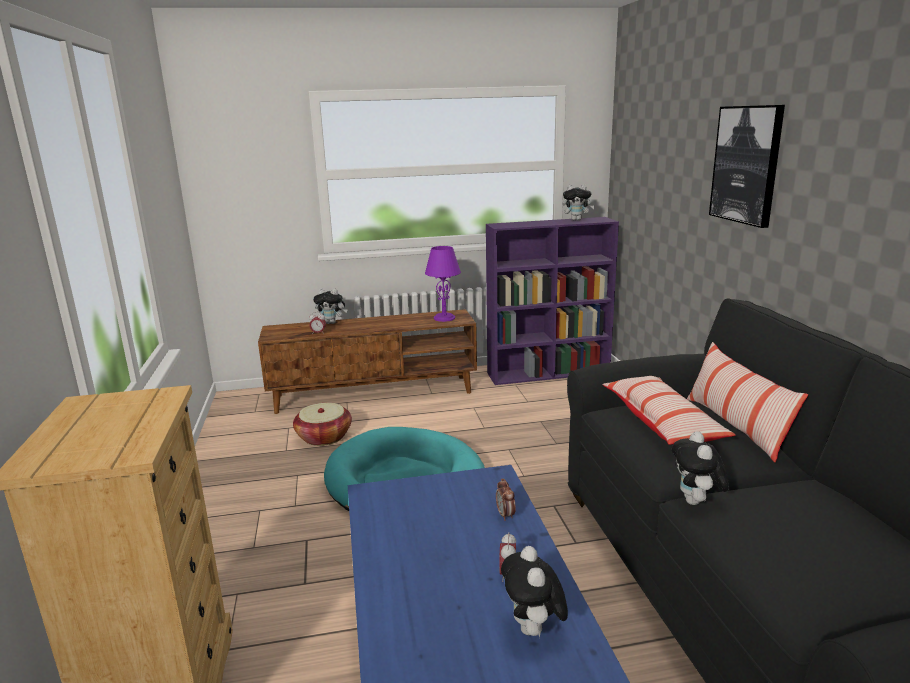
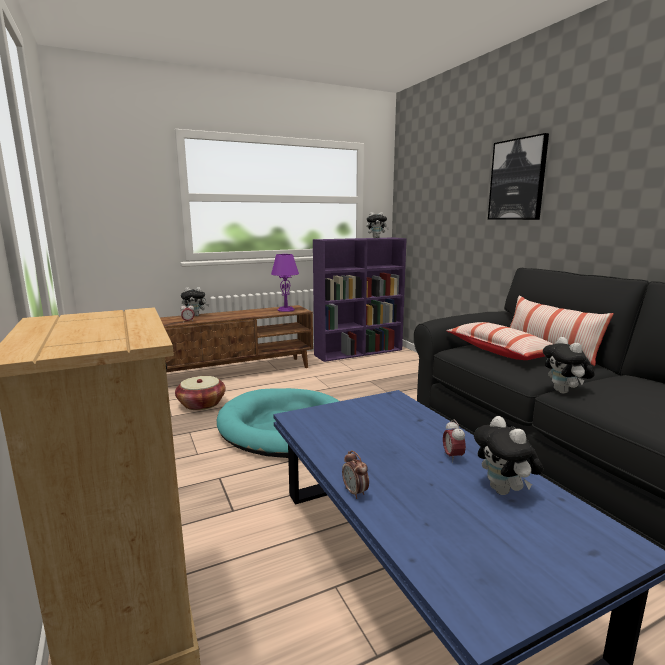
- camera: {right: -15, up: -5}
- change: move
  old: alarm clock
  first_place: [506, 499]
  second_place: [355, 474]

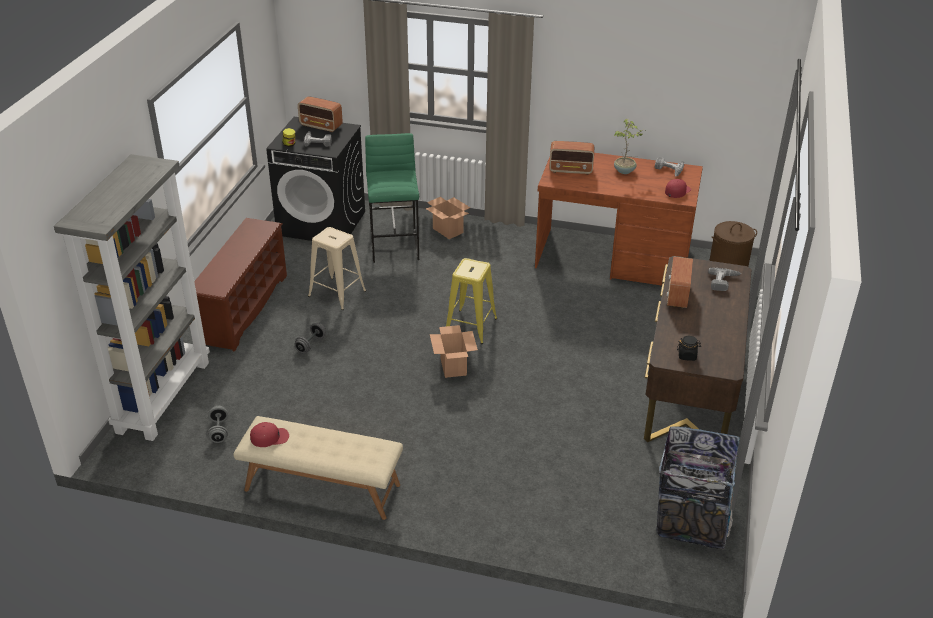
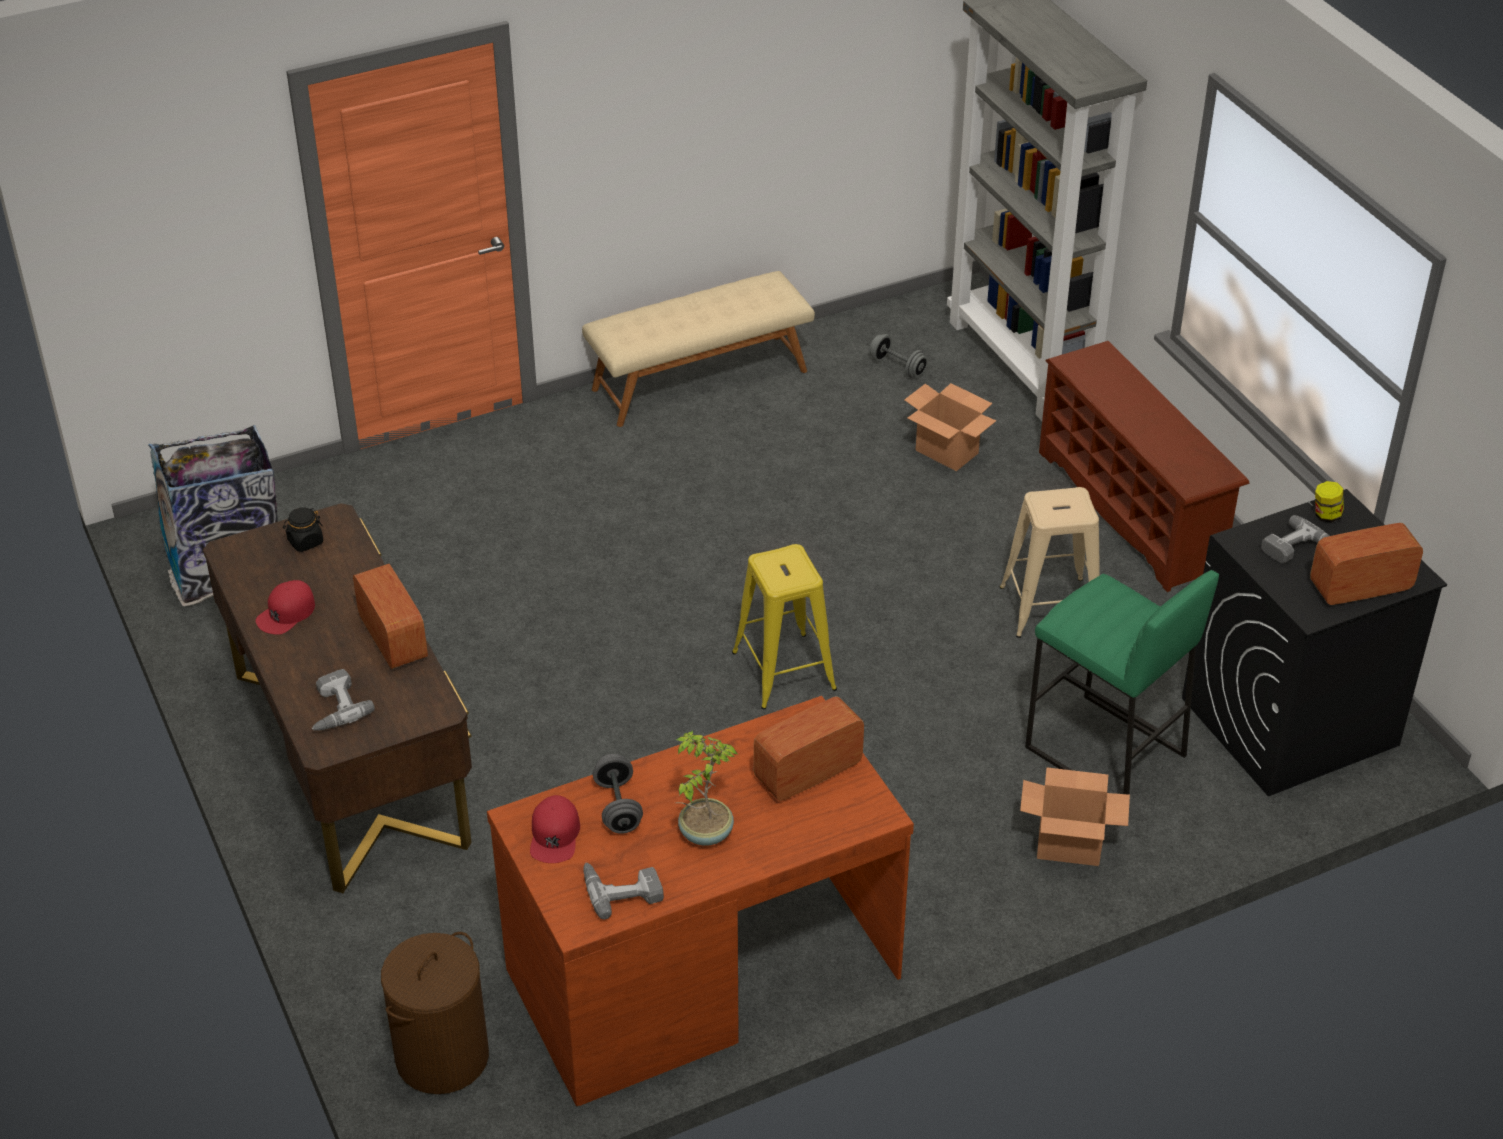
- camera: {right: 140, up: 5}
- change: move
  old: reddish baseball cap
  first_place: [269, 434]
  second_place: [285, 607]
- change: move
  old: greyish free weight
  first_place: [310, 338]
  second_place: [618, 794]
- change: move
  old: carton
  first_place: [454, 351]
  second_place: [950, 427]

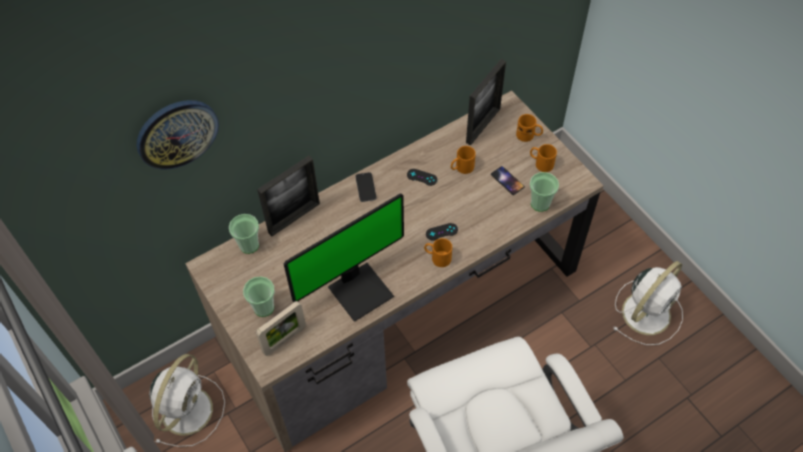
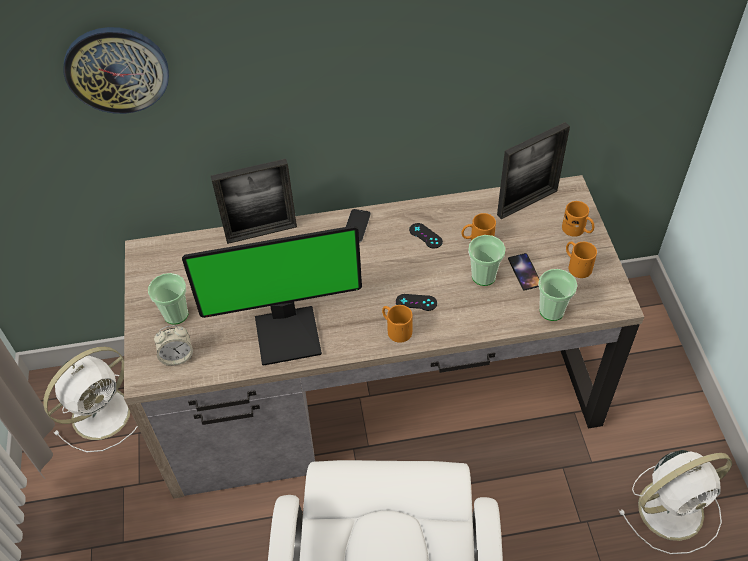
- camera: {right: 25, up: -5}
- change: move
  old: small cup
  first_place: [244, 234]
  second_place: [487, 260]
- change: replace
  old: photo frame
  new: alarm clock
  first_place: [281, 328]
  second_place: [173, 345]

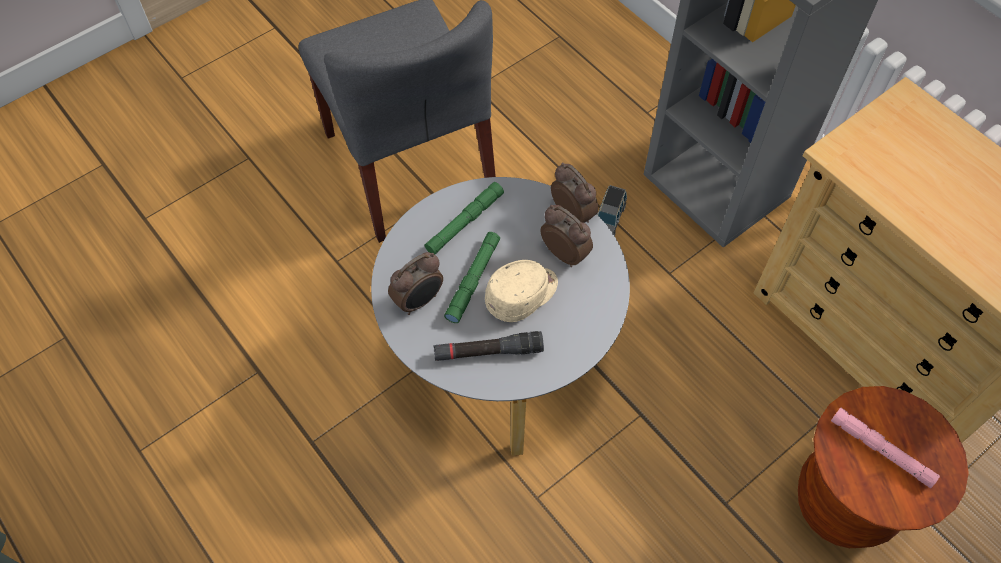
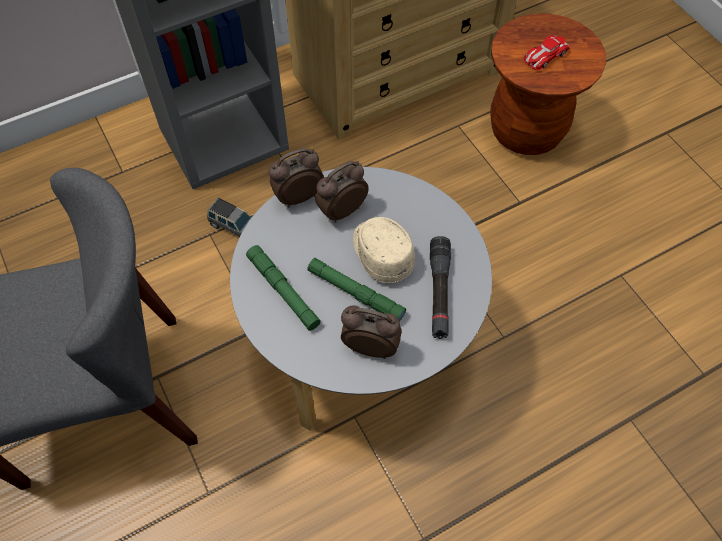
- camera: {right: -80, up: 0}
- change: replace
  old: pinkish torch
  new: miniature car
  first_place: [885, 448]
  second_place: [547, 52]
- change: rotate
  old: alarm clock
  first_place: [415, 283]
  second_place: [371, 332]
  degrees: -45

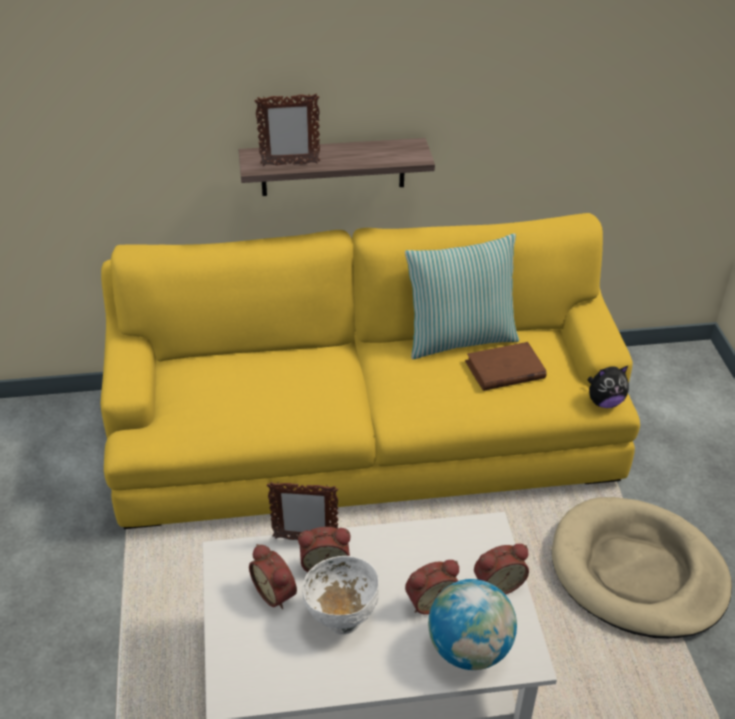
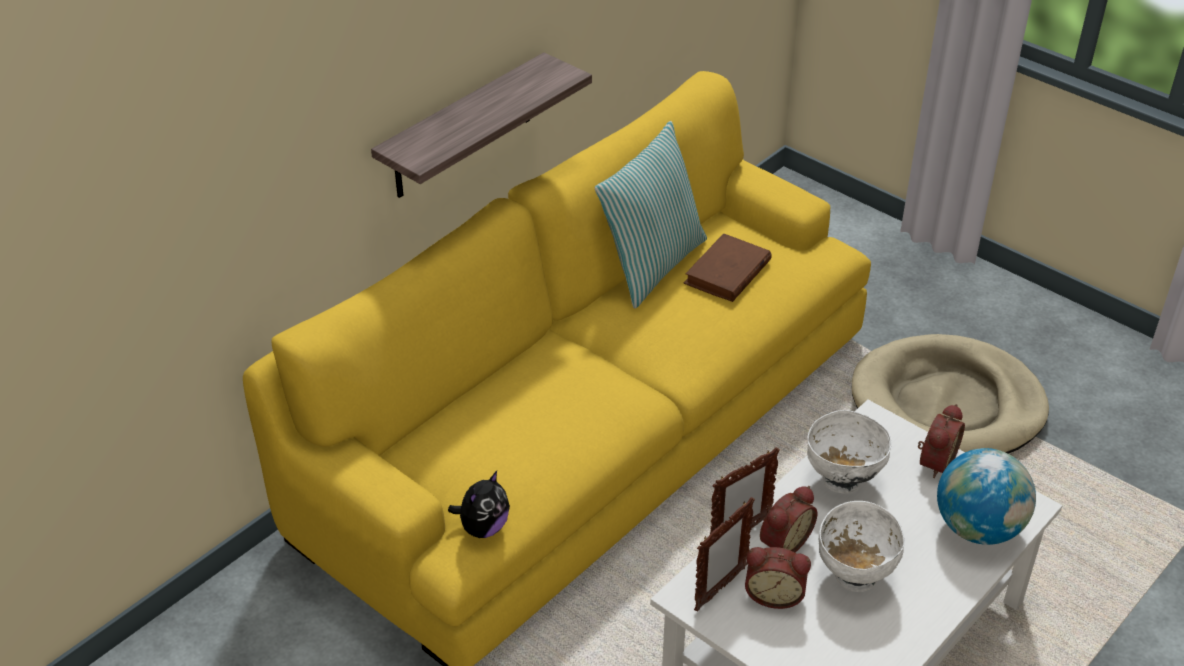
- camera: {right: -40, up: 0}
- change: delete
  old: alarm clock
  first_place: [432, 587]
- change: insert
  new: white-coloured bowl
  second_place: [849, 452]
- change: move
  old: photo frame
  first_place: [287, 129]
  second_place: [724, 554]
- change: move
  old: cuddly toy
  first_place: [608, 387]
  second_place: [479, 504]

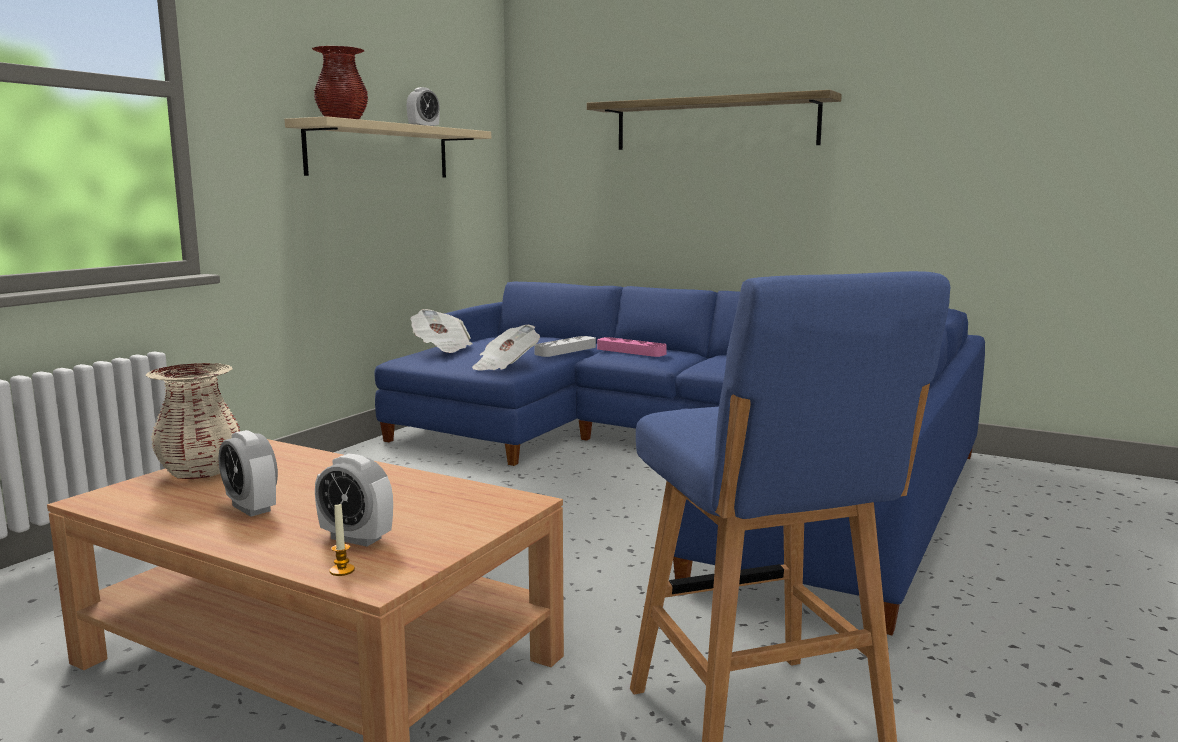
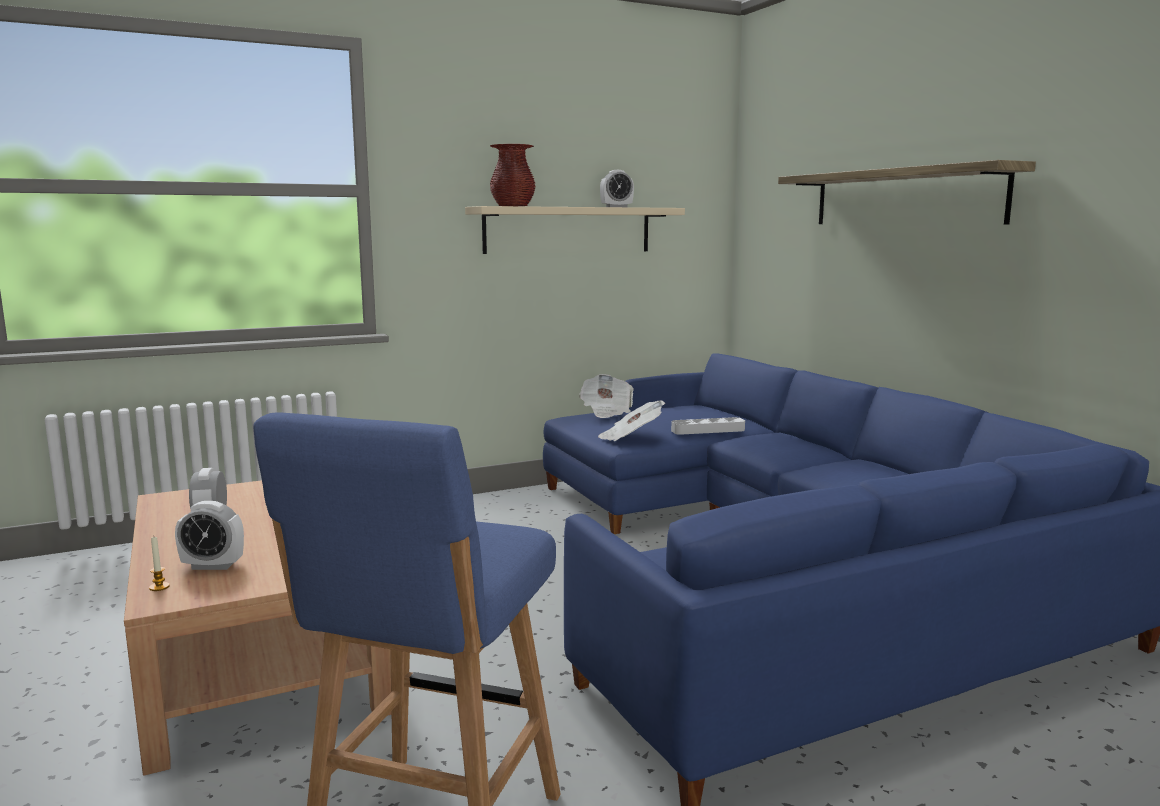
- camera: {right: 35, up: 0}
- change: delete
  old: beige vase
  first_place: [193, 421]
- change: delete
  old: pinkish carrying tray
  first_place: [632, 347]
- change: rotate
  old: alarm clock
  first_place: [354, 500]
  second_place: [209, 535]
  degrees: -60

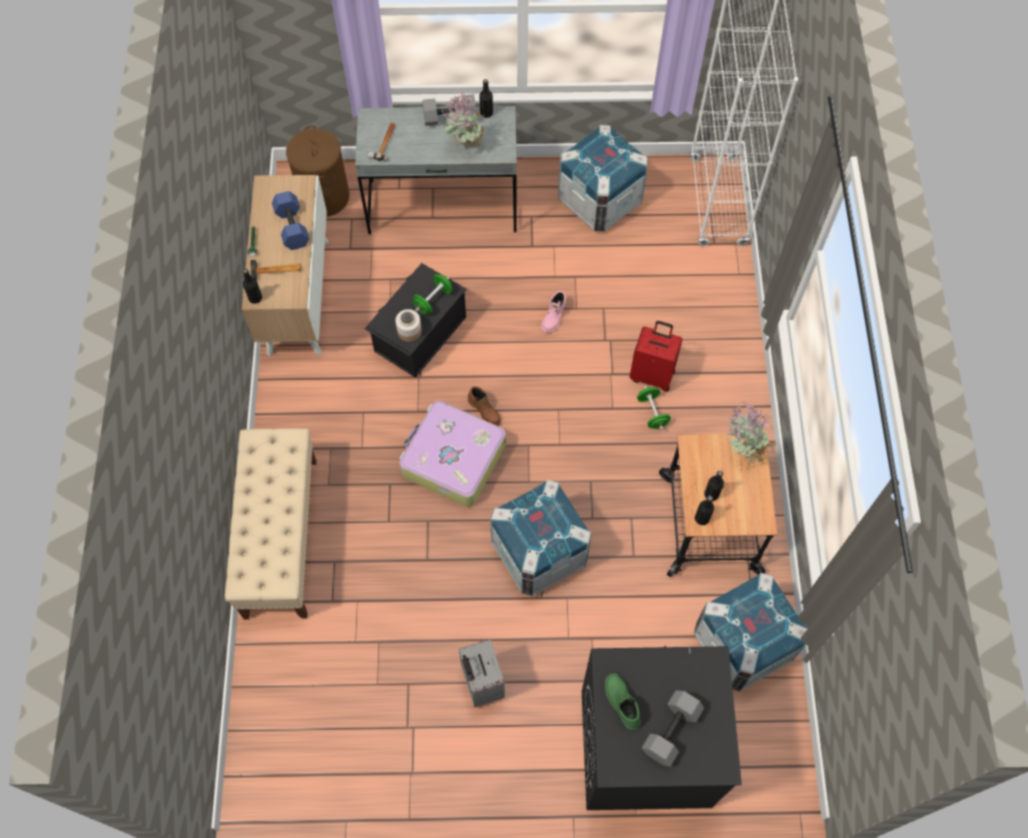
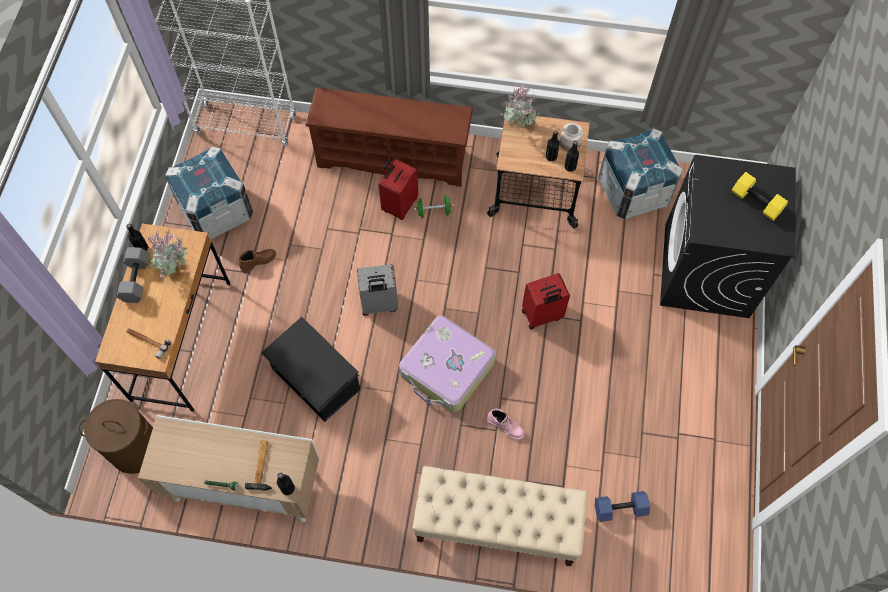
- camera: {right: -80, up: 0}
- change: delete
  old: greenish free weight
  first_place: [433, 294]
- change: delete
  old: greenish tall boot
  first_place: [623, 702]
- change: insert
  new: brown-coloured shoe stand
  second_place: [389, 137]
- change: move
  old: bluish free weight
  first_place: [290, 220]
  second_place: [622, 506]
- change: move
  old: preserve jar
  first_place: [408, 325]
  second_place: [571, 137]
- change: move
  old: greyish piece of luggage
  first_place: [482, 673]
  second_place: [378, 290]
- change: move
  old: brown-coloured tall boot
  first_place: [484, 406]
  second_place: [257, 261]
- change: move
  old: pinkish tall boot
  first_place: [553, 312]
  second_place: [505, 424]
- change: replace
  old: shipping crate
  new: reddish piece of luggage
  first_place: [541, 538]
  second_place: [546, 301]
- change: recolor
  old: greyish desk unit
  new: brown-coloured desk unit
  first_place: [436, 170]
  second_place: [162, 317]
- change: recolor
  old: greyish free weight
  new: yellow-coloured free weight
  first_place: [673, 728]
  second_place: [760, 196]

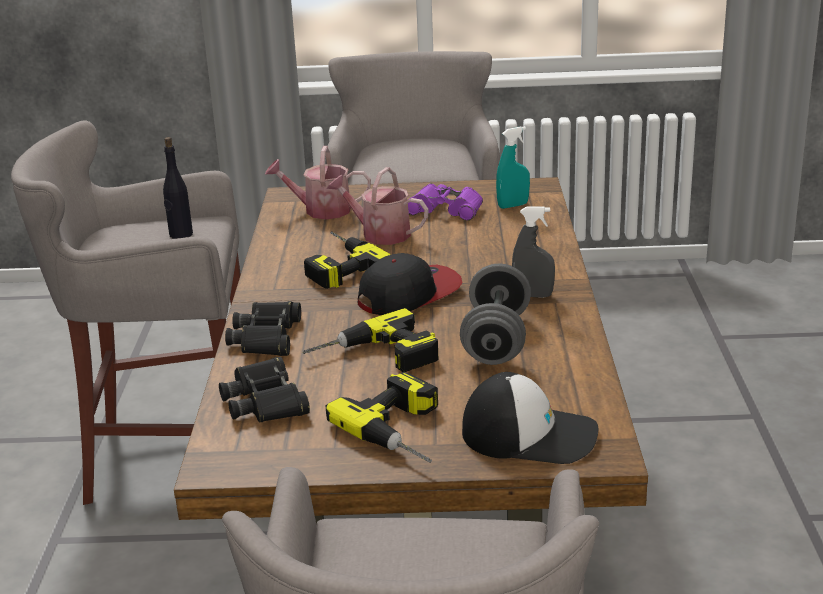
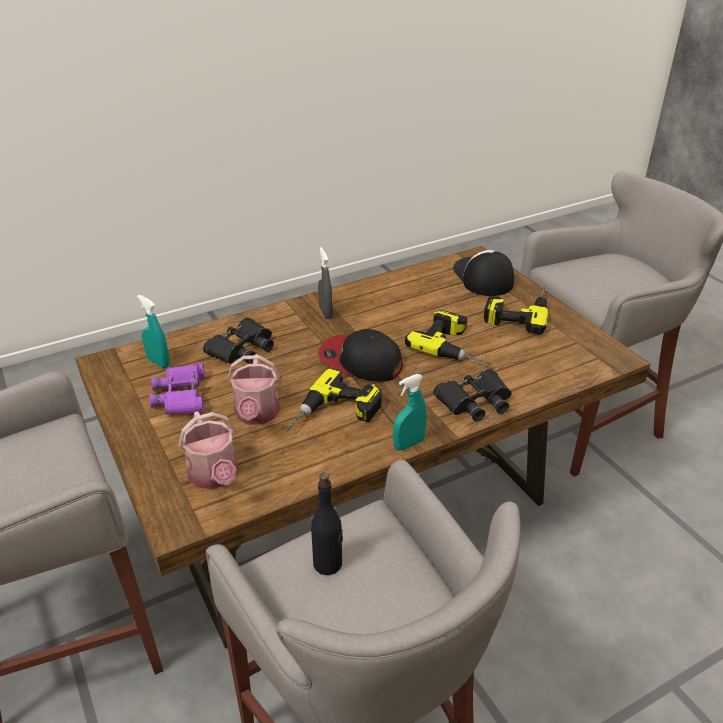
- camera: {right: -120, up: 10}
- change: delete
  old: greyish free weight
  first_place: [495, 314]
- change: insert
  new: turquoise-coloured sprayer
  second_place: [410, 412]
- change: move
  old: black-coloured pair of binoculars
  first_place: [264, 389]
  second_place: [238, 340]

